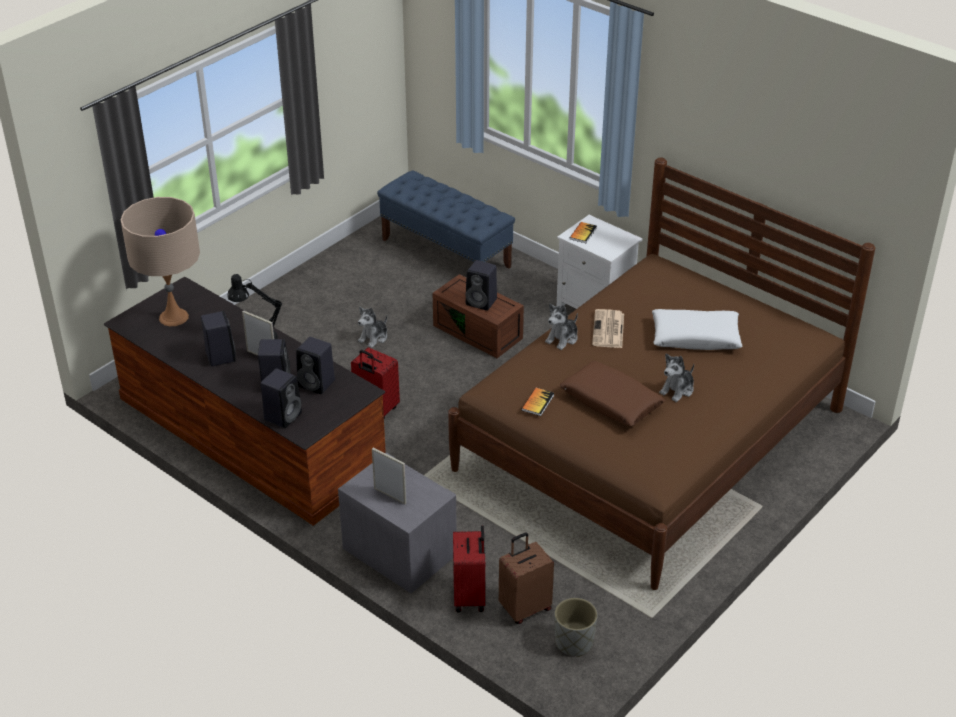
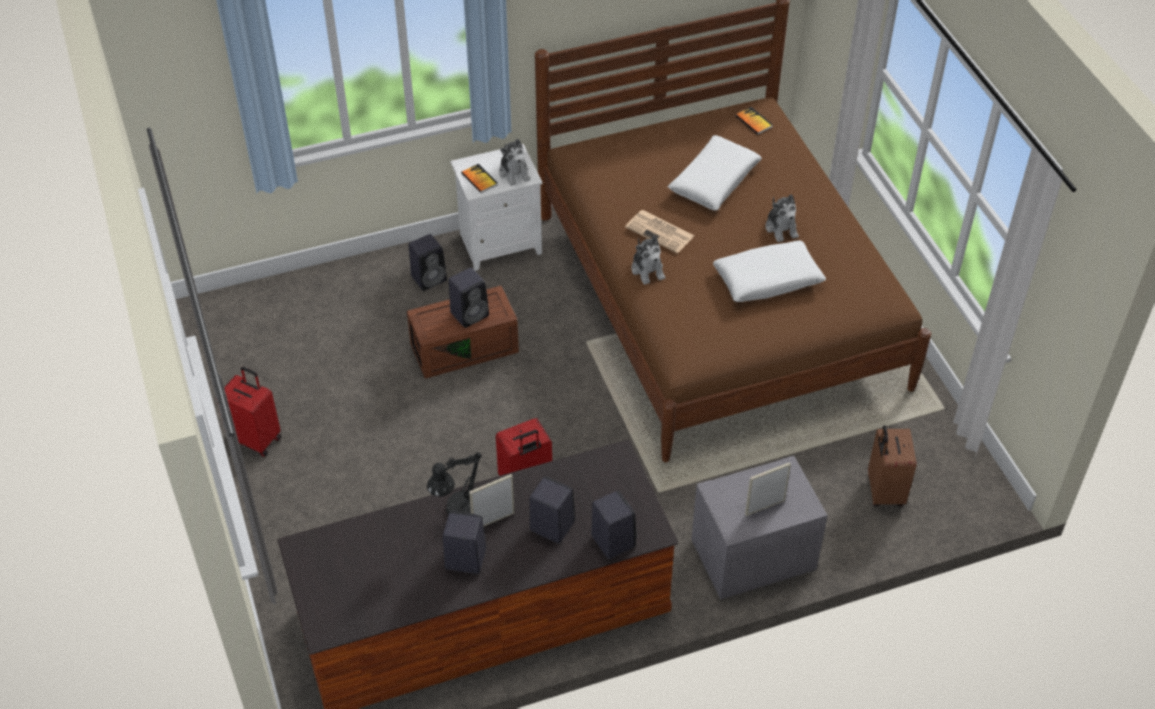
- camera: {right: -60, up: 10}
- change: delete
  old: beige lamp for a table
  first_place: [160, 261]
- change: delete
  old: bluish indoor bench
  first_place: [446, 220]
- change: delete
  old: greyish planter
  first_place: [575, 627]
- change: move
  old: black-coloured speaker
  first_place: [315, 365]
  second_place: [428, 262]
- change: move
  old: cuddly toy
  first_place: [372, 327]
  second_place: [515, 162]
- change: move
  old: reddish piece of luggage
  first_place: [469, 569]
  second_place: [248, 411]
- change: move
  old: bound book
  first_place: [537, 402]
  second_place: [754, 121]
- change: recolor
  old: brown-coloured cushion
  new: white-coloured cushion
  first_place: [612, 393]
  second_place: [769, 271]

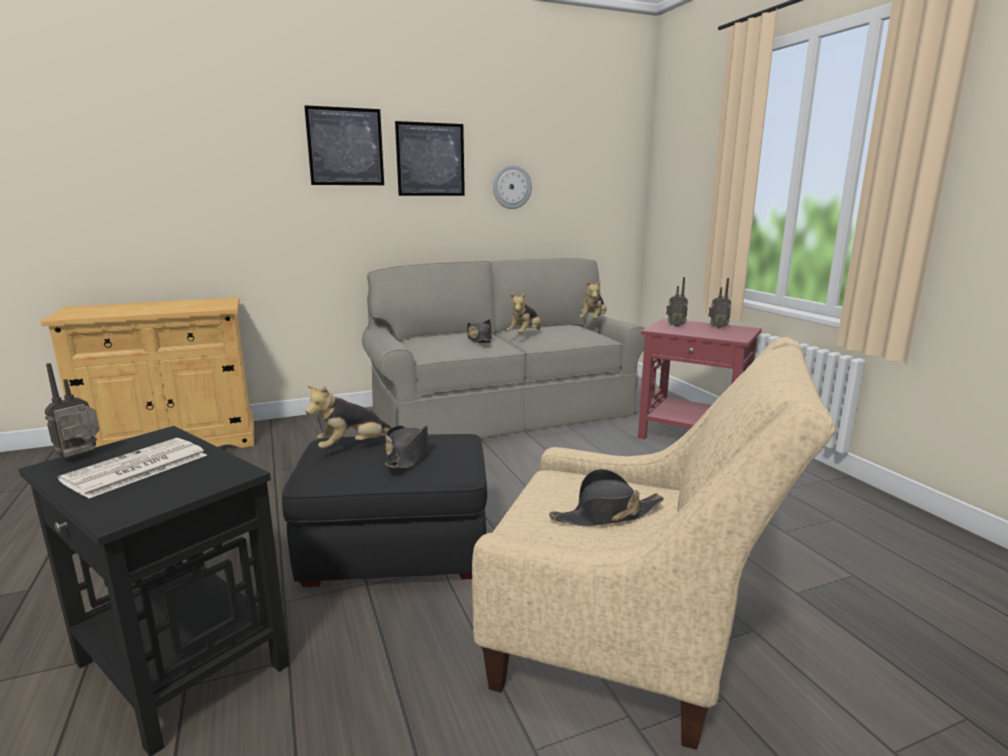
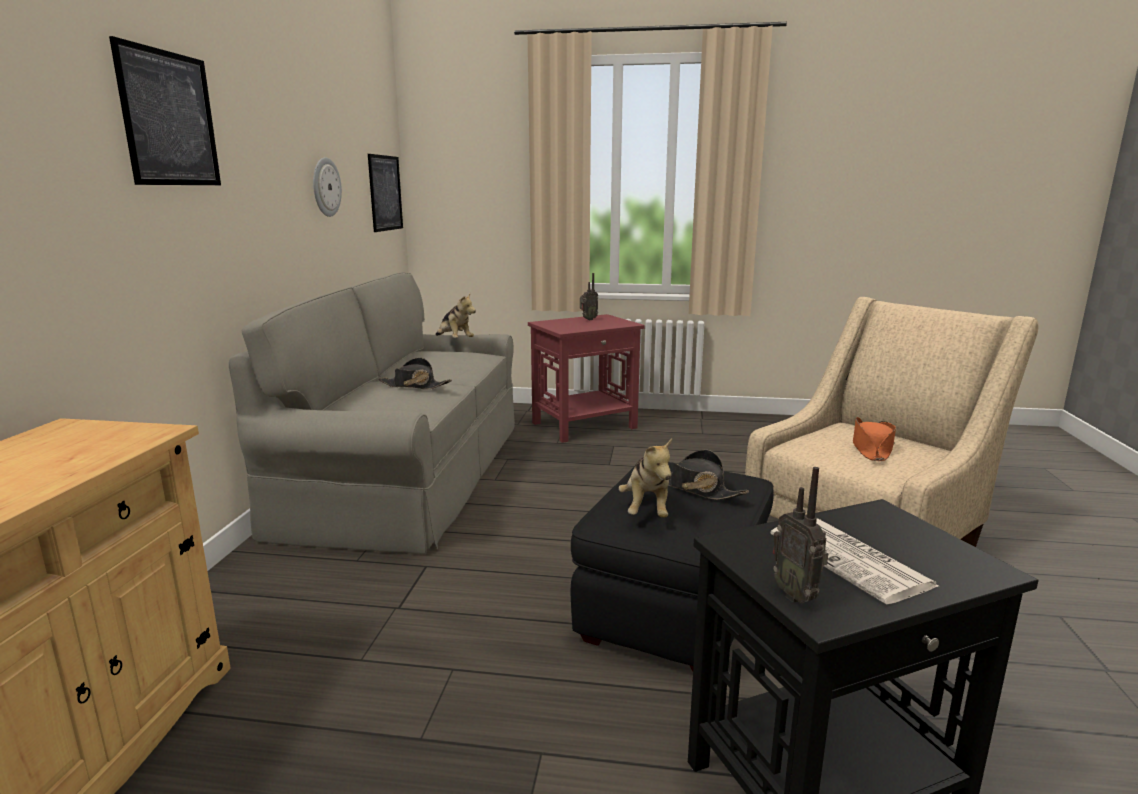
- camera: {right: -60, up: 0}
- change: delete
  old: cuddly toy
  first_place: [523, 313]
- change: delete
  old: radio set
  first_place: [677, 302]
- change: move
  old: wall picture
  first_place: [430, 158]
  second_place: [385, 193]
- change: recolor
  old: black-coloured wearable hat
  new: orange-coloured wearable hat
  first_place: [606, 497]
  second_place: [874, 439]

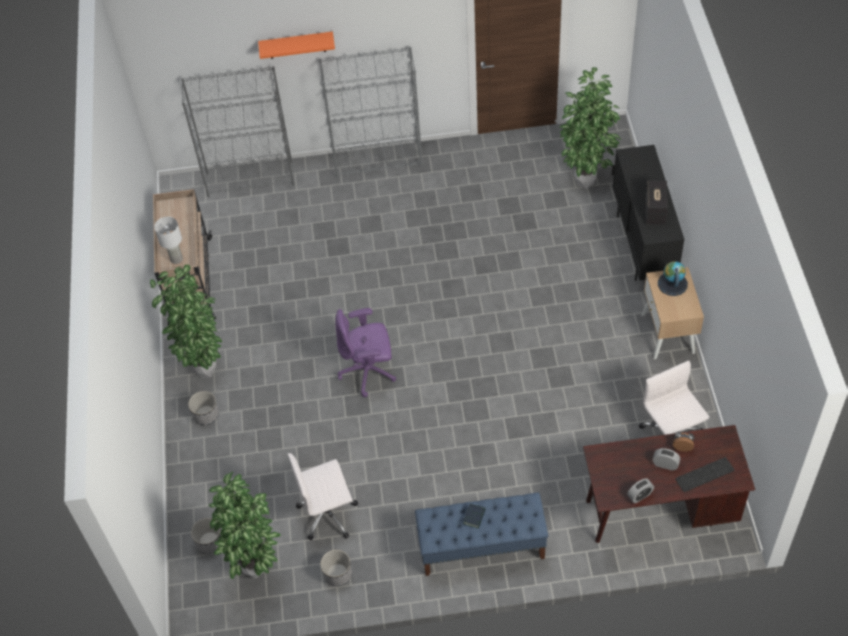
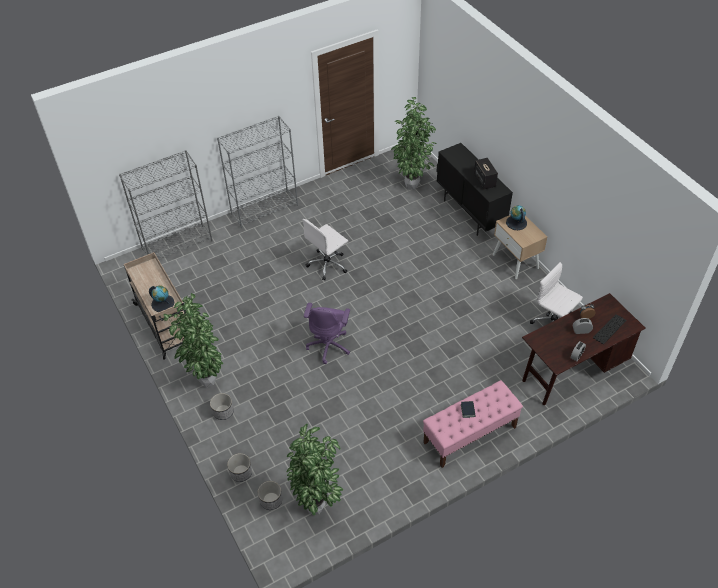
- camera: {right: -25, up: -5}
- change: delete
  old: orange-coloured wall shelf
  first_place: [296, 45]
- change: move
  old: white-coloured computer chair
  first_place: [322, 496]
  second_place: [325, 249]
- change: move
  old: planter
  first_place: [336, 568]
  second_place: [239, 467]
- change: replace
  old: white-coloured lamp for a table
  new: world globe
  first_place: [168, 240]
  second_place: [161, 299]
- change: recolor
  old: bluish indoor bench
  new: pinkish indoor bench
  first_place: [481, 534]
  second_place: [473, 424]
- change: rotate
  old: purple computer chair
  first_place: [366, 352]
  second_place: [327, 333]
  degrees: -45

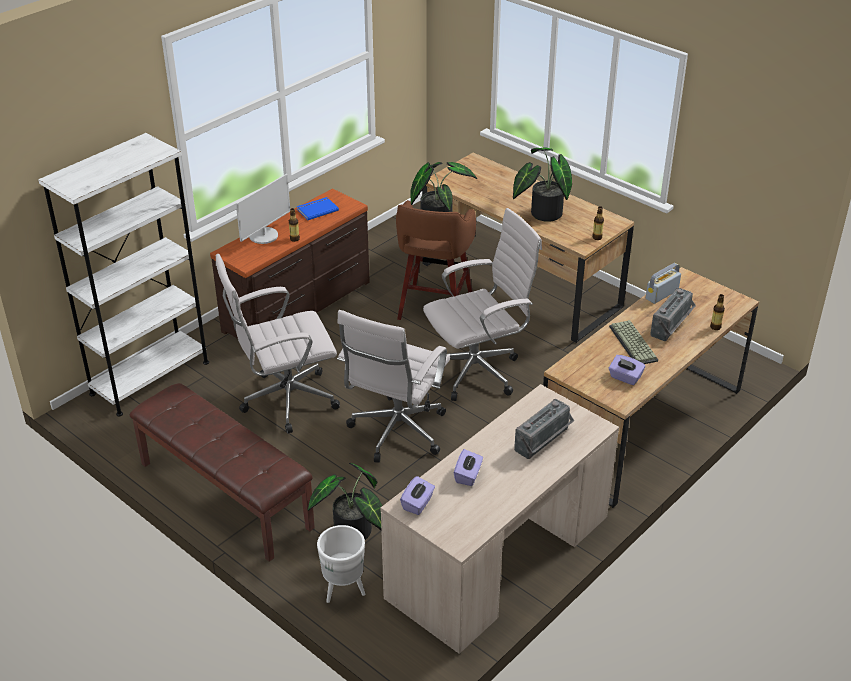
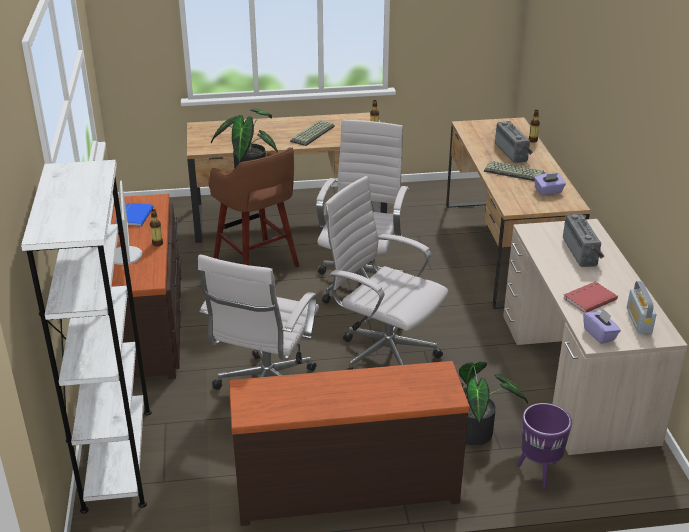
- camera: {right: -50, up: -5}
- change: move
  old: radio set
  first_place: [663, 283]
  second_place: [641, 307]
- change: replace
  old: brown-coloured indoor bench
  new: brown-coloured dresser
  first_place: [222, 472]
  second_place: [349, 443]
- change: replace
  old: purple tissue holder
  new: reddish bound book
  first_place: [468, 467]
  second_place: [590, 297]
- change: replace
  old: houseplant
  new: computer keyboard
  first_place: [542, 184]
  second_place: [312, 133]
- change: recolor
  old: white-coloured planter
  new: purple planter
  first_place: [341, 564]
  second_place: [544, 446]
- change: rotate
  old: white-coloured computer chair
  first_place: [393, 386]
  second_place: [386, 273]
  degrees: 150

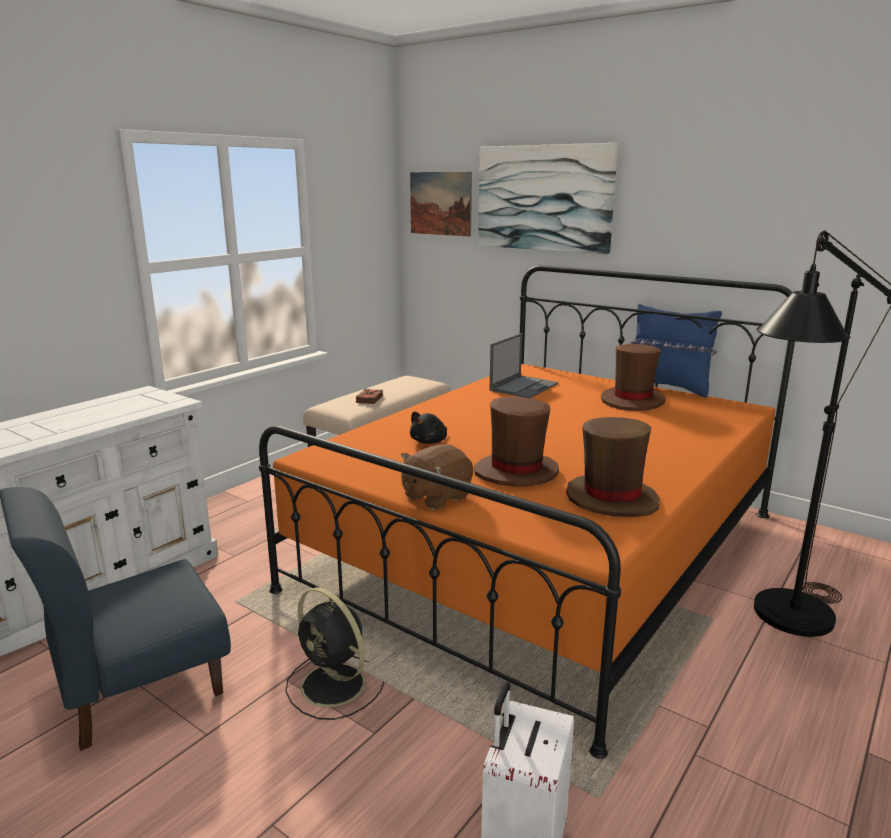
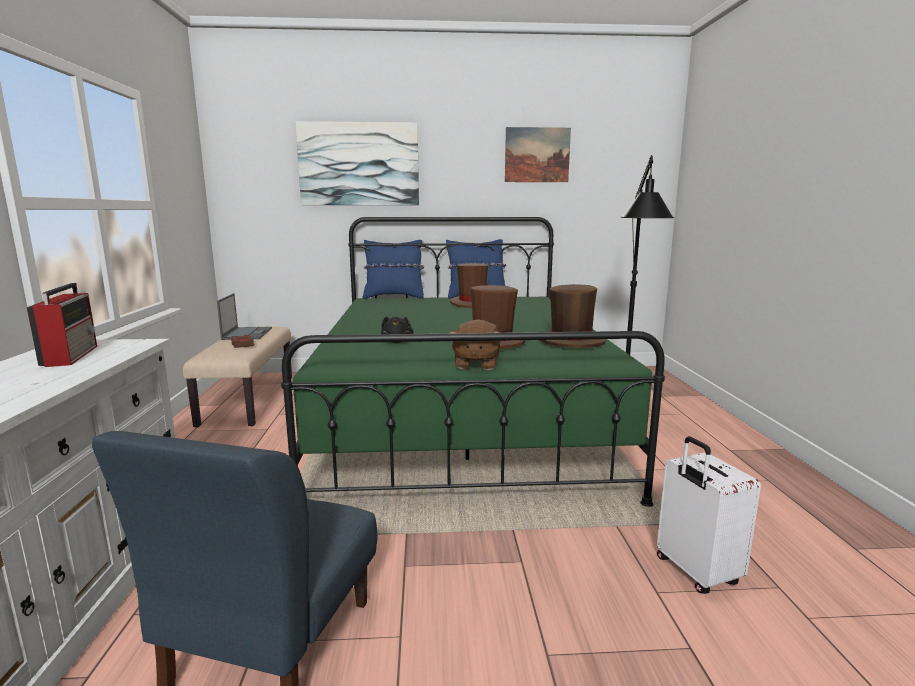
- camera: {right: -40, up: -5}
- change: delete
  old: black-coloured electric fan
  first_place: [335, 654]
- change: insert
  new: radio set
  second_place: [62, 325]
- change: insert
  new: bluish cushion
  second_place: [393, 269]
- change: move
  old: wall picture
  first_place: [441, 204]
  second_place: [538, 154]
- change: move
  old: notebook computer
  first_place: [523, 365]
  second_place: [244, 316]
- change: recolor
  old: orange-coloured sleeping bed
  new: greenish sleeping bed
  first_place: [527, 512]
  second_place: [473, 362]

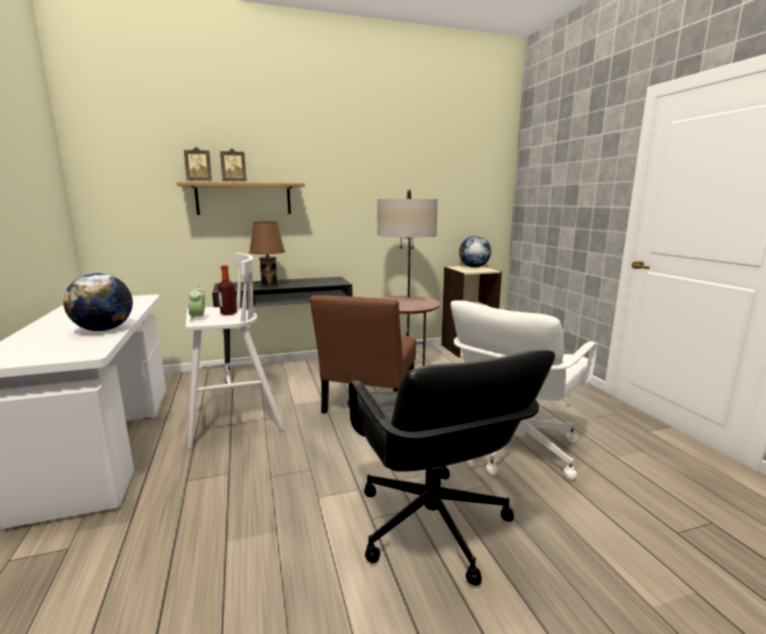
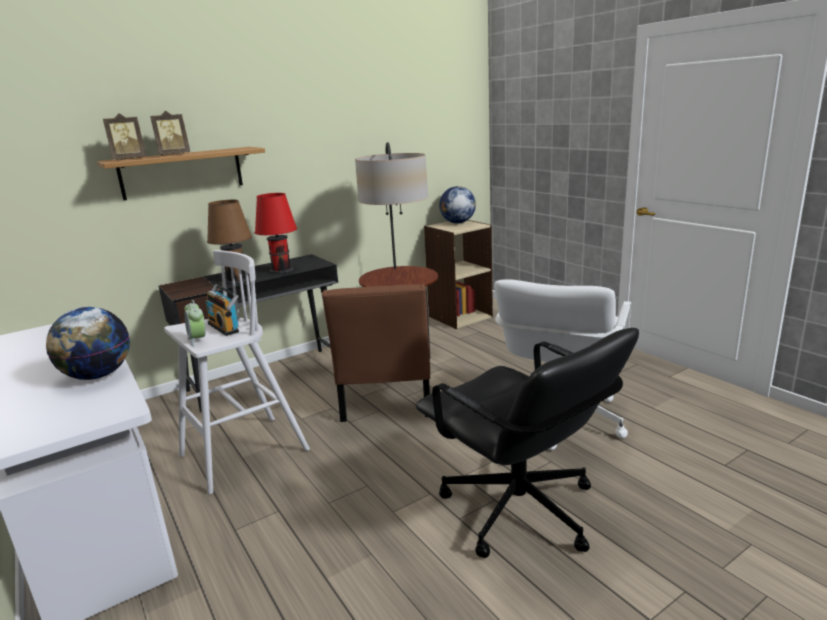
- camera: {right: -15, up: 5}
- change: insert
  new: reddish lamp for a table
  second_place: [276, 233]
- change: replace
  old: beverage bottle
  new: radio set
  first_place: [227, 290]
  second_place: [222, 310]

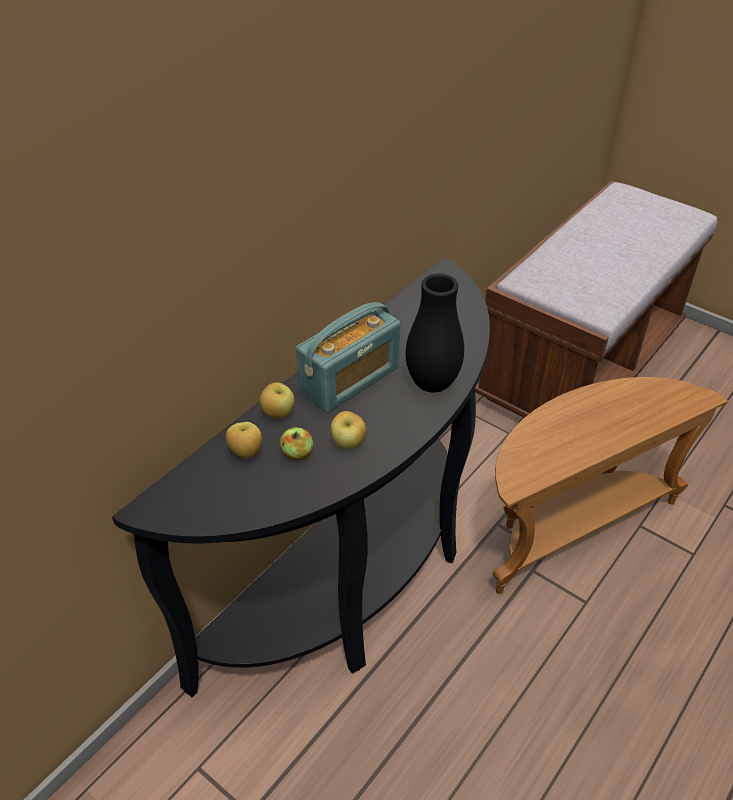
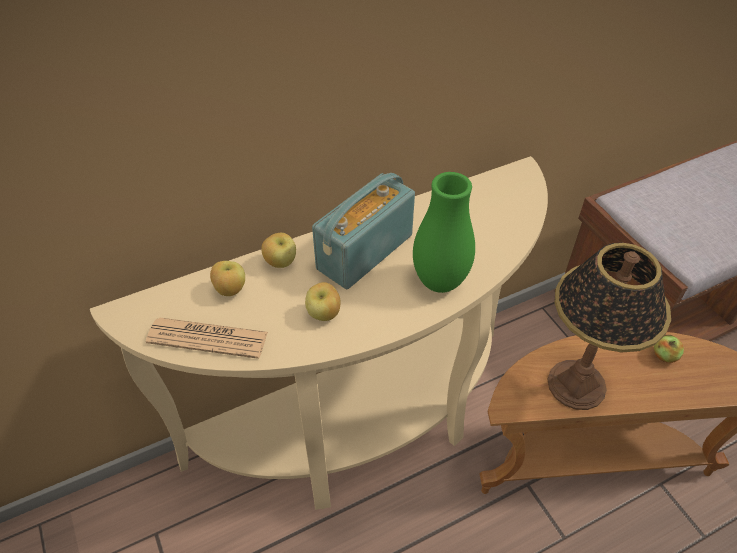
- camera: {right: 25, up: 5}
- change: insert
  new: printed paper
  second_place: [207, 338]
- change: insert
  new: lamp for a table
  second_place: [609, 326]
- change: move
  old: whole apple
  first_place: [296, 443]
  second_place: [669, 349]
- change: recolor
  old: black-coloured console table
  new: beige console table
  first_place: [301, 477]
  second_place: [319, 333]
- change: recolor
  old: black-coloured vase
  new: greenish vase
  first_place: [435, 333]
  second_place: [444, 232]
- change: rotate
  old: radio set
  first_place: [348, 357]
  second_place: [363, 231]
  degrees: 150

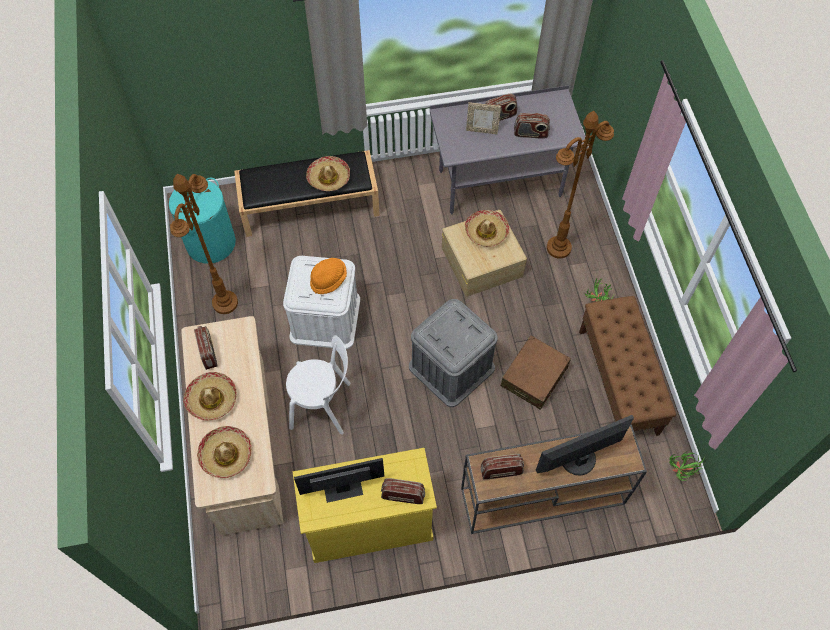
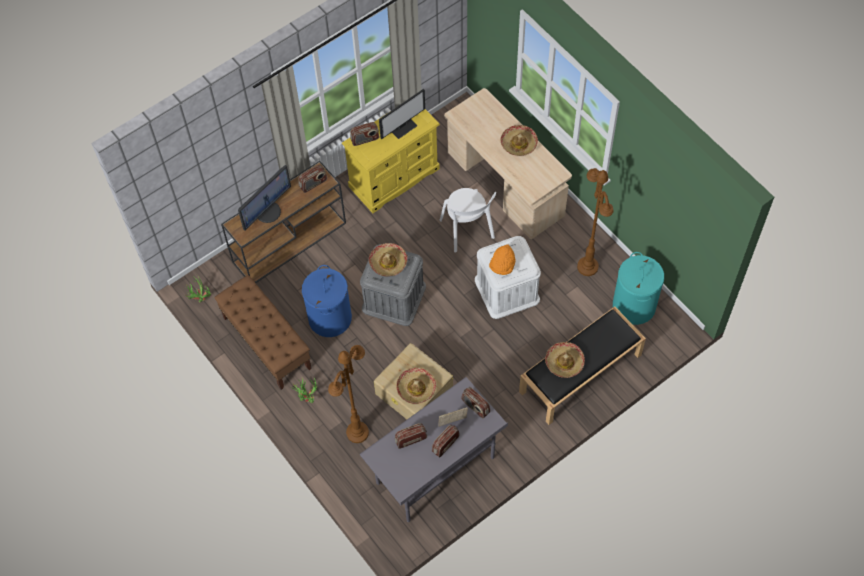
- camera: {right: 155, up: 0}
- change: move
  old: radio set
  first_place: [206, 348]
  second_place: [475, 403]
- change: move
  old: wearable hat
  first_place: [224, 452]
  second_place: [388, 260]
- change: replace
  old: brown-coloured piece of luggage
  new: bluish hamper
  first_place: [536, 372]
  second_place: [327, 301]
- change: rotate
  old: white-coloured upright chair
  first_place: [318, 385]
  second_place: [468, 220]
  degrees: -90

